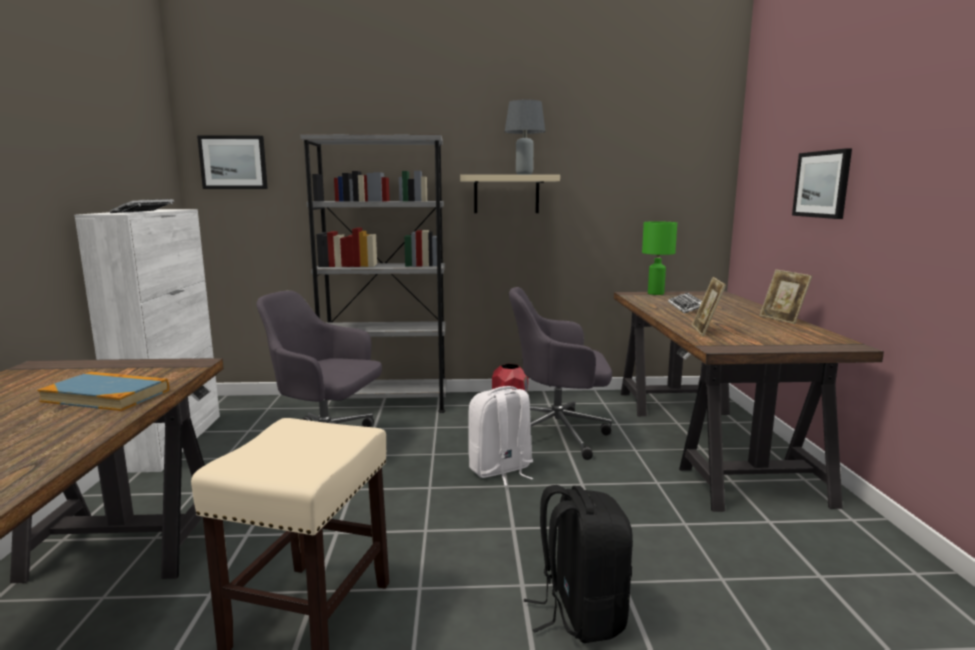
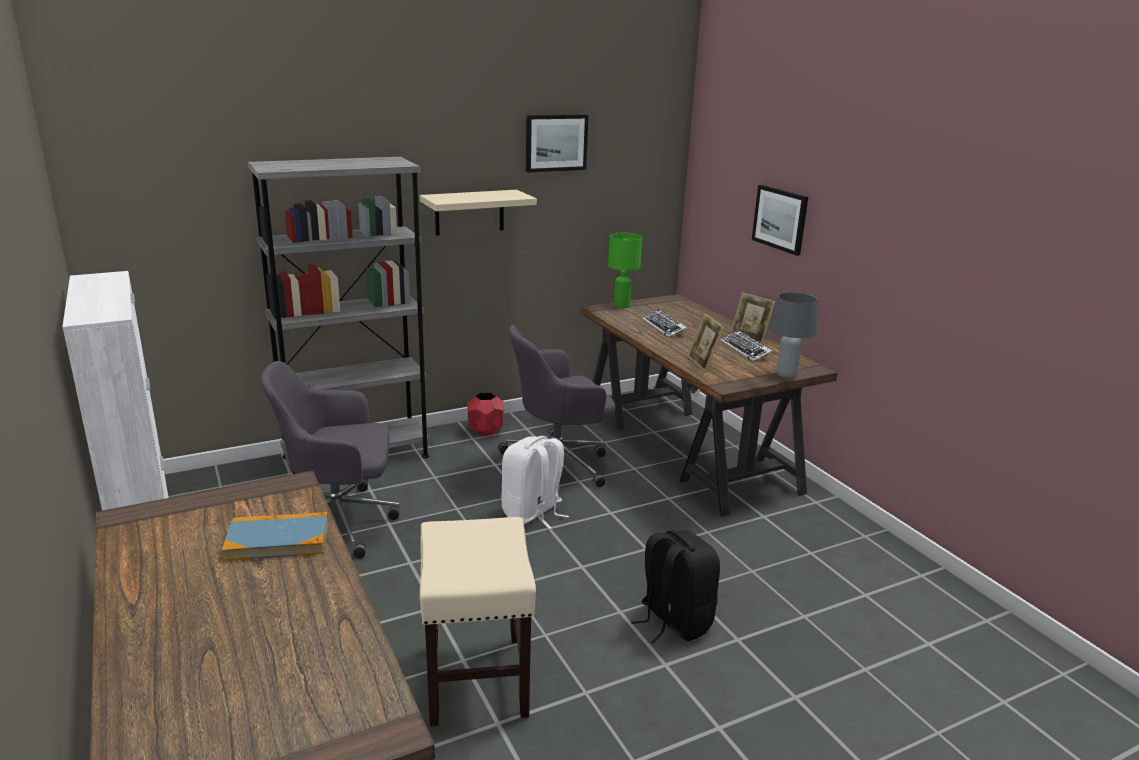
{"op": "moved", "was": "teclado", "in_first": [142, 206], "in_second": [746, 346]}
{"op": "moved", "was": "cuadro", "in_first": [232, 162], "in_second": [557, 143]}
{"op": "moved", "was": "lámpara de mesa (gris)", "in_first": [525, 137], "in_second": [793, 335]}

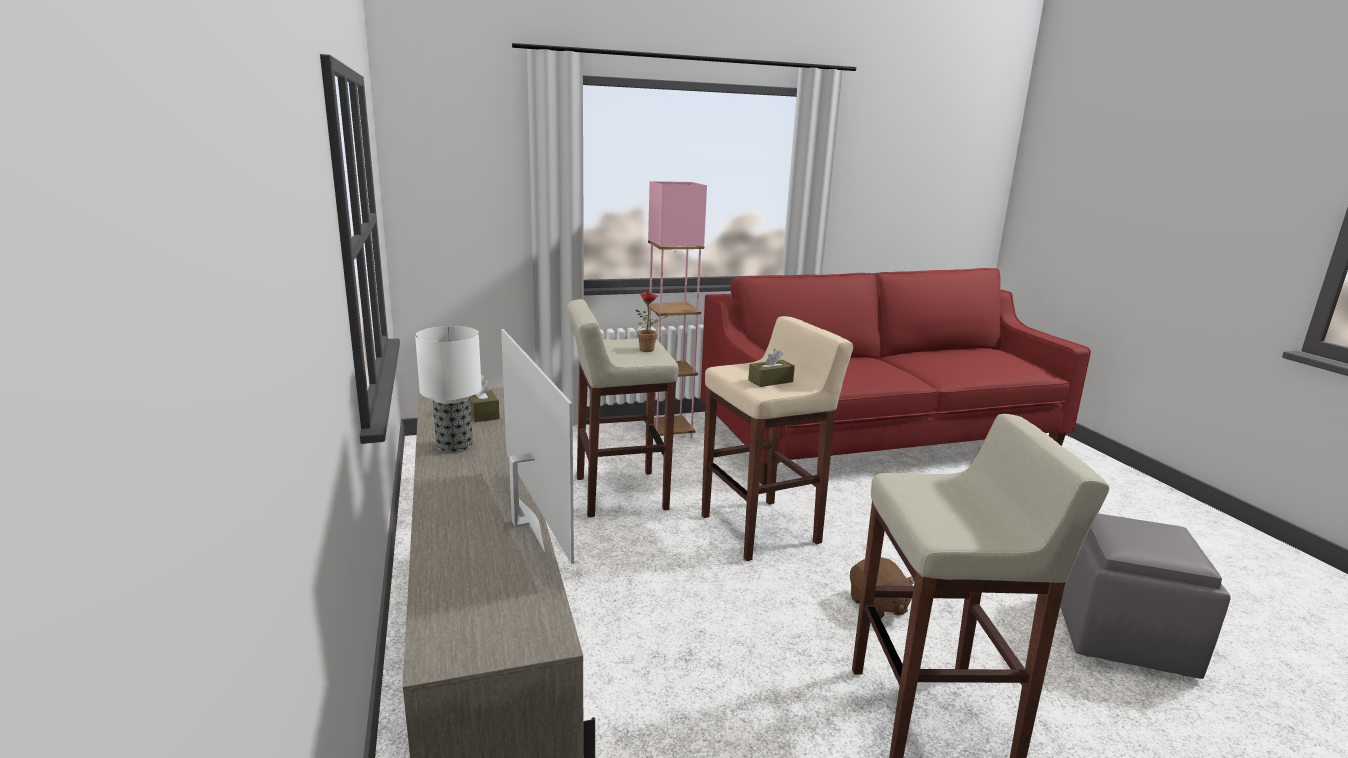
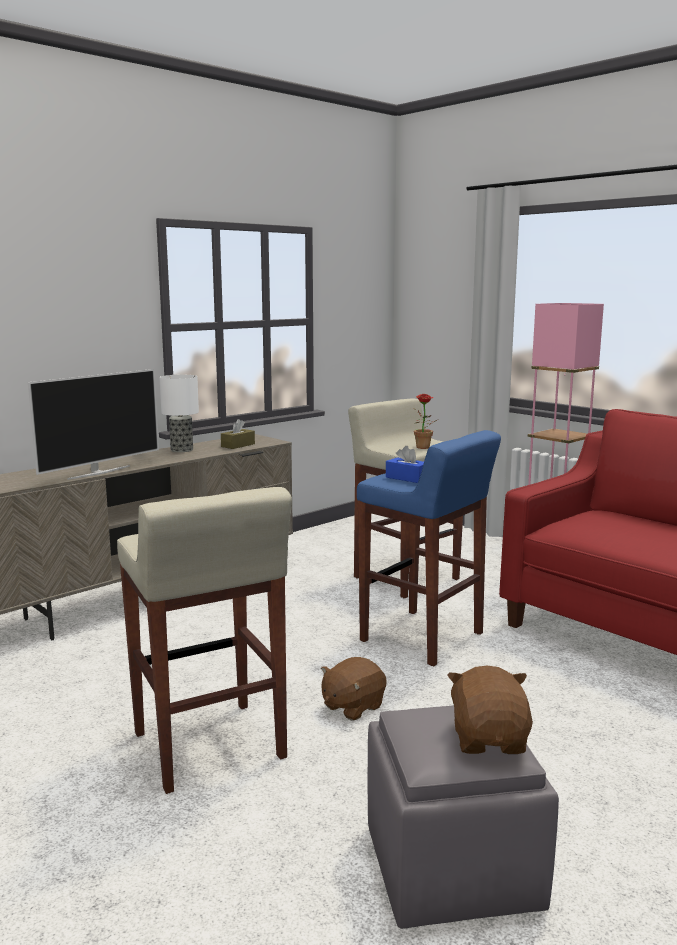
{"op": "added", "now": "peluche (marrón)", "in_second": [490, 710]}
{"op": "recoloured", "was": "taburete (beis)", "now": "taburete (azul)", "in_first": [777, 438], "in_second": [429, 548]}
{"op": "recoloured", "was": "caja de pañuelos (marrón)", "now": "caja de pañuelos (azul)", "in_first": [771, 368], "in_second": [405, 464]}

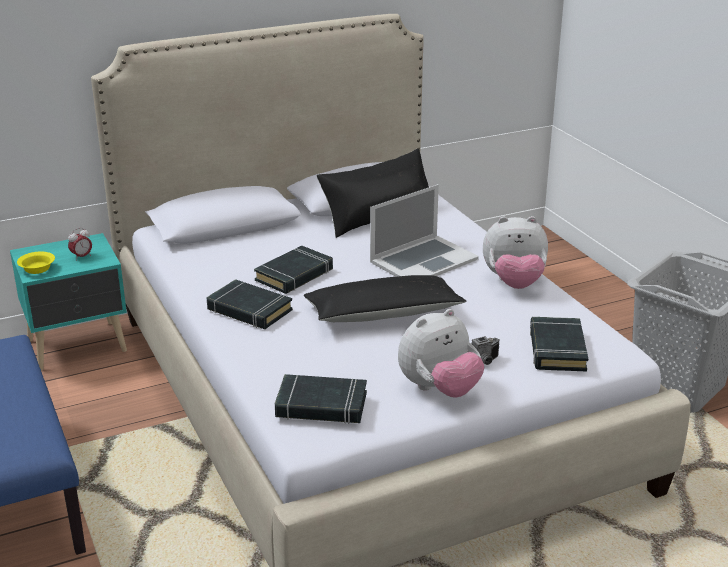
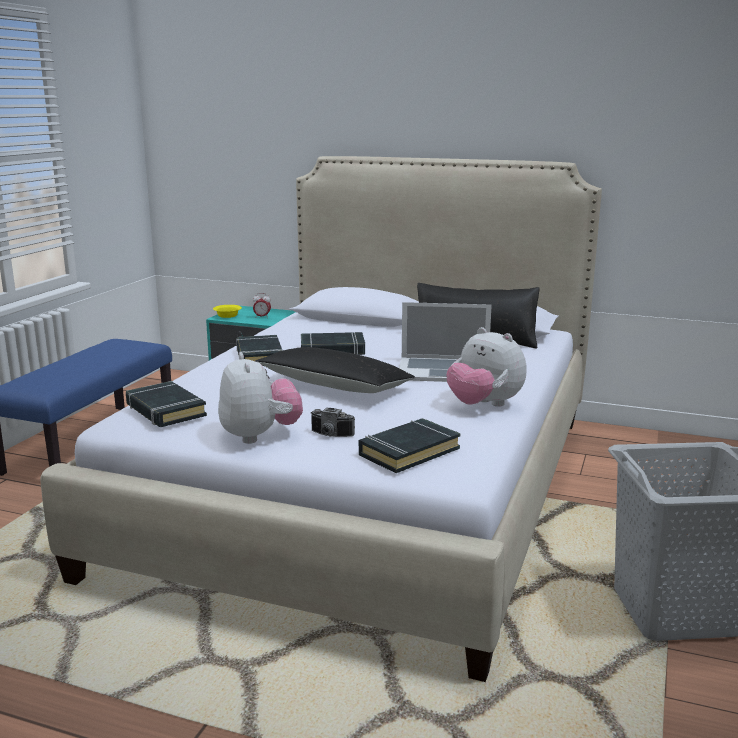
{"op": "turned", "was": "peluche", "in_first": [441, 353], "in_second": [260, 398], "clockwise": -120}

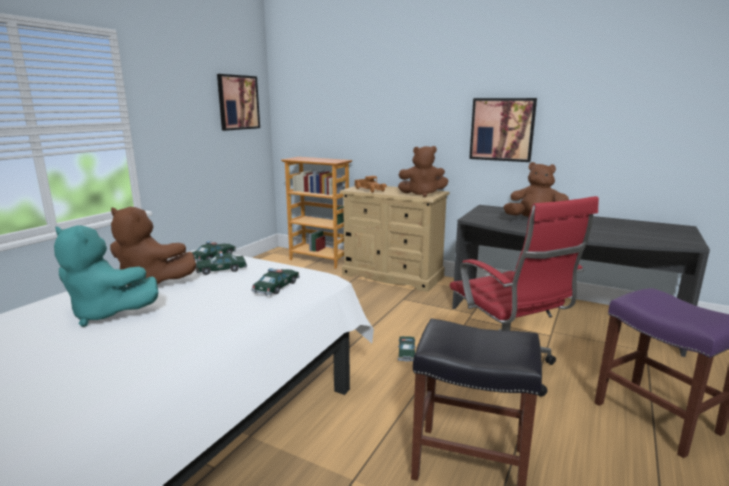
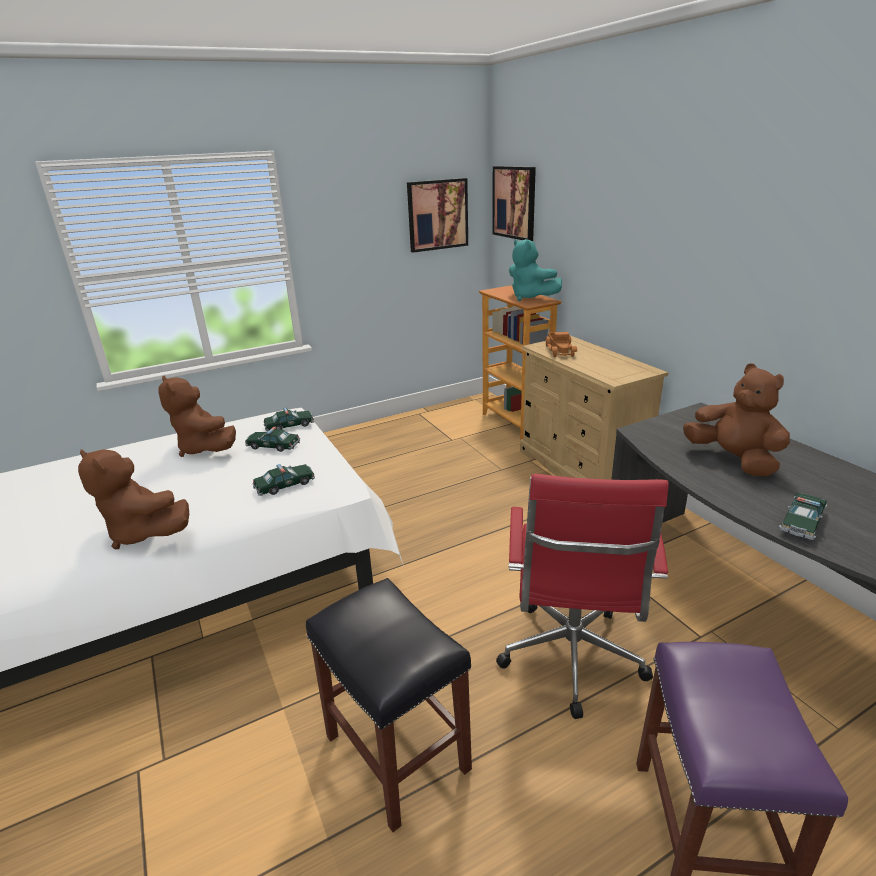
{"op": "moved", "was": "peluche (turquesa)", "in_first": [106, 276], "in_second": [535, 270]}
{"op": "moved", "was": "coche de juguete", "in_first": [406, 349], "in_second": [803, 516]}
{"op": "moved", "was": "peluche (marrón)", "in_first": [423, 171], "in_second": [133, 499]}
{"op": "moved", "was": "cuadro", "in_first": [503, 130], "in_second": [514, 203]}

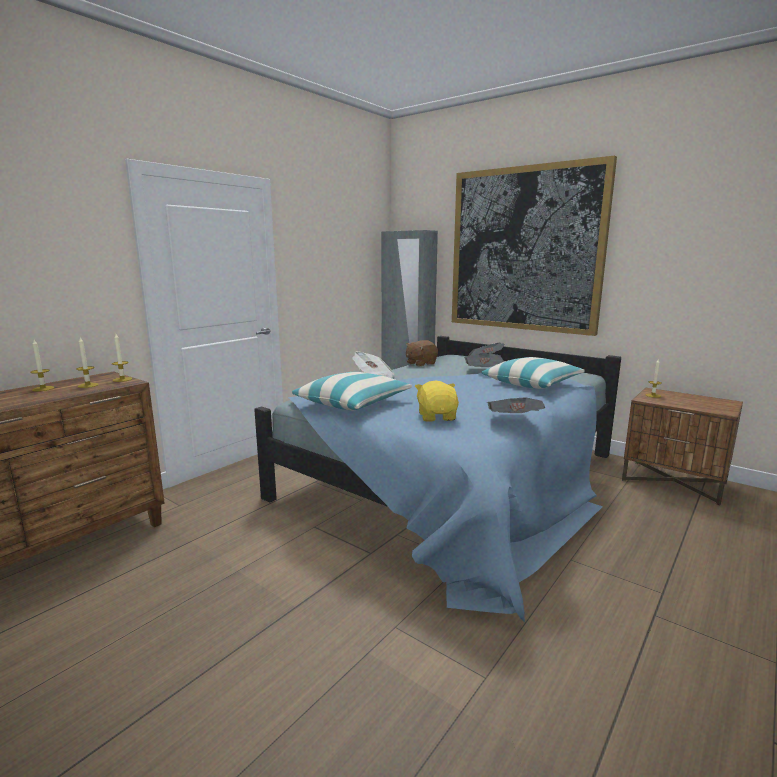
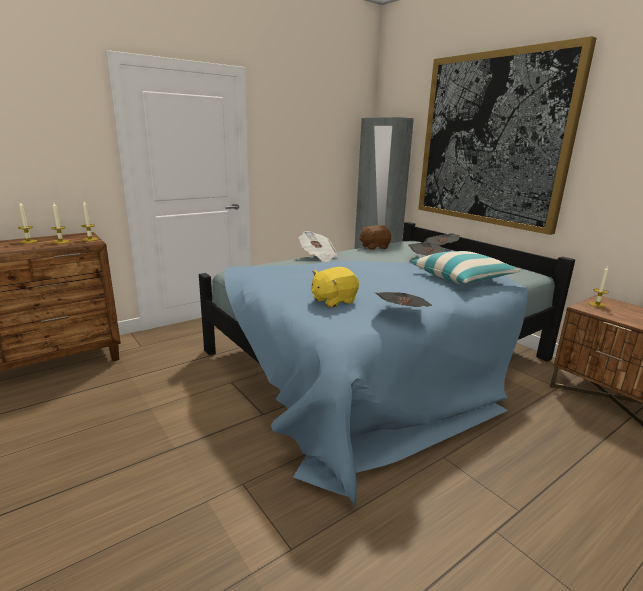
{"op": "removed", "was": "cojín", "in_first": [352, 391]}
{"op": "turned", "was": "peluche (amarillo)", "in_first": [437, 401], "in_second": [335, 287], "clockwise": -135}

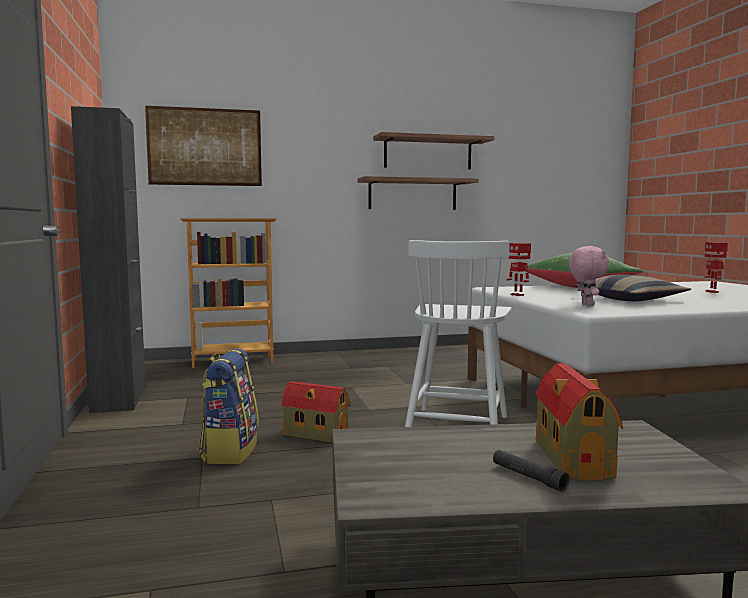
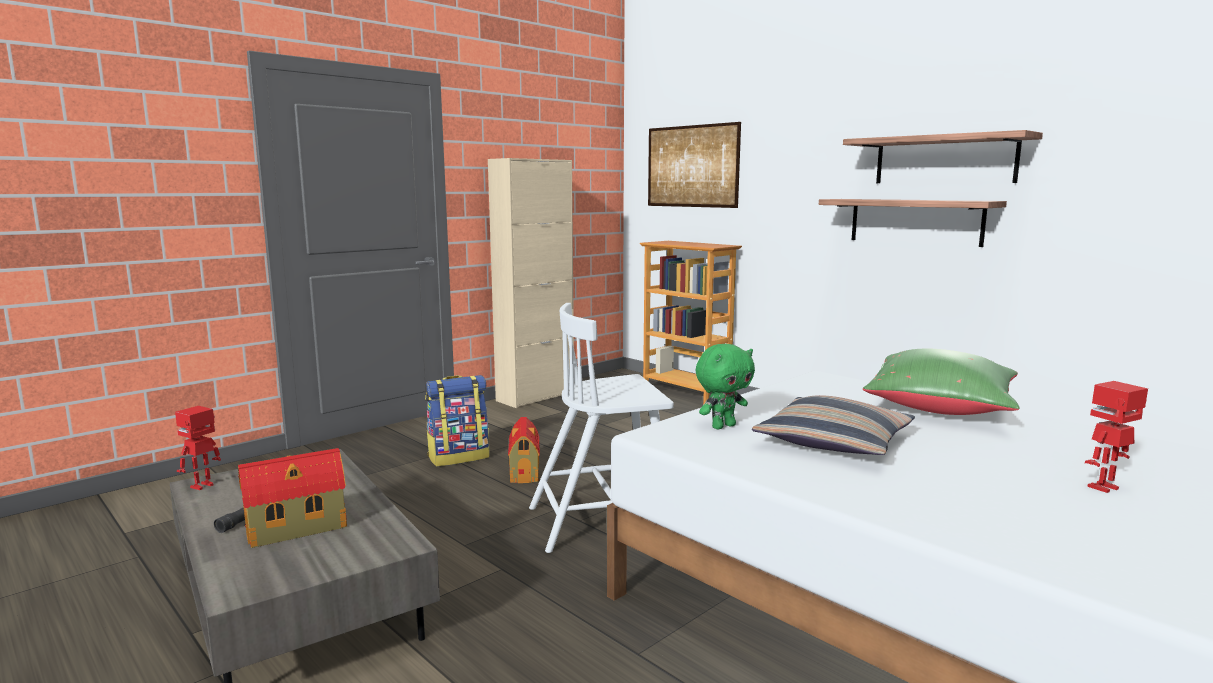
{"op": "moved", "was": "robot de juguete", "in_first": [518, 269], "in_second": [198, 448]}
{"op": "recoloured", "was": "armario (negro)", "now": "armario (beis)", "in_first": [108, 259], "in_second": [531, 283]}
{"op": "recoloured", "was": "peluche (rosa)", "now": "peluche (verde)", "in_first": [589, 276], "in_second": [725, 386]}

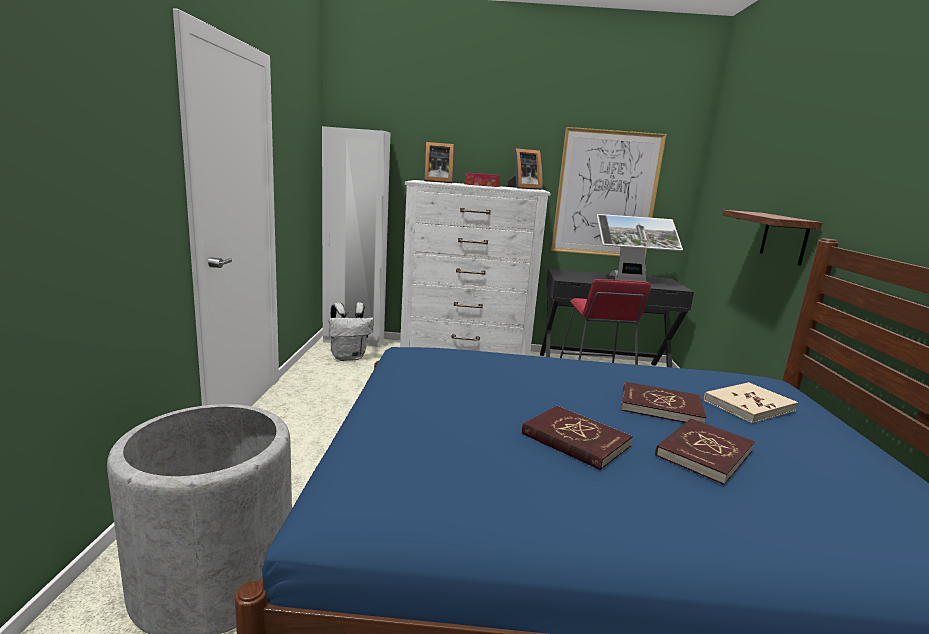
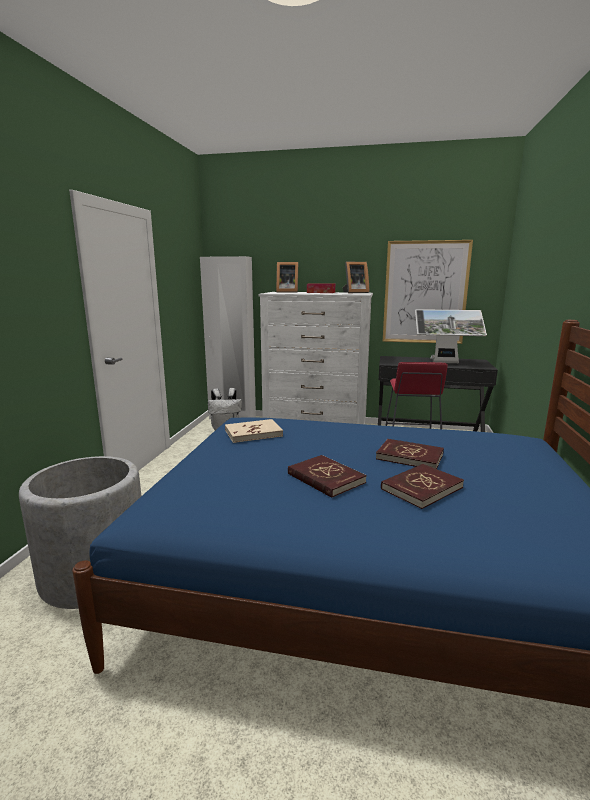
{"op": "removed", "was": "estante", "in_first": [772, 238]}
{"op": "moved", "was": "libro (beis)", "in_first": [751, 402], "in_second": [254, 431]}

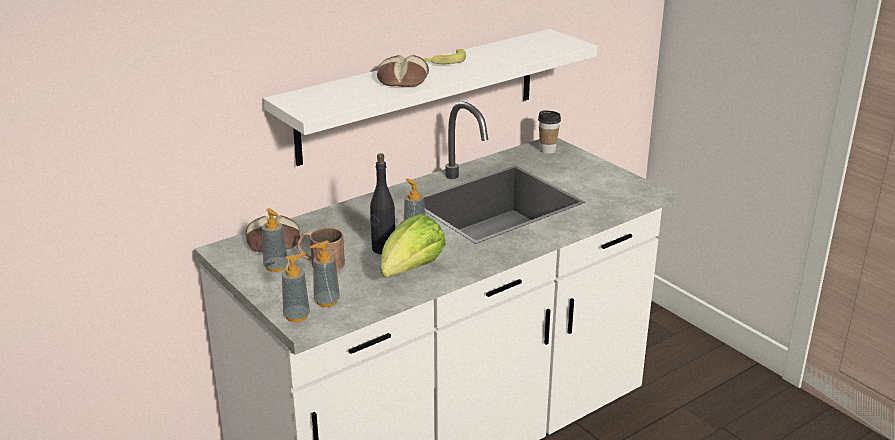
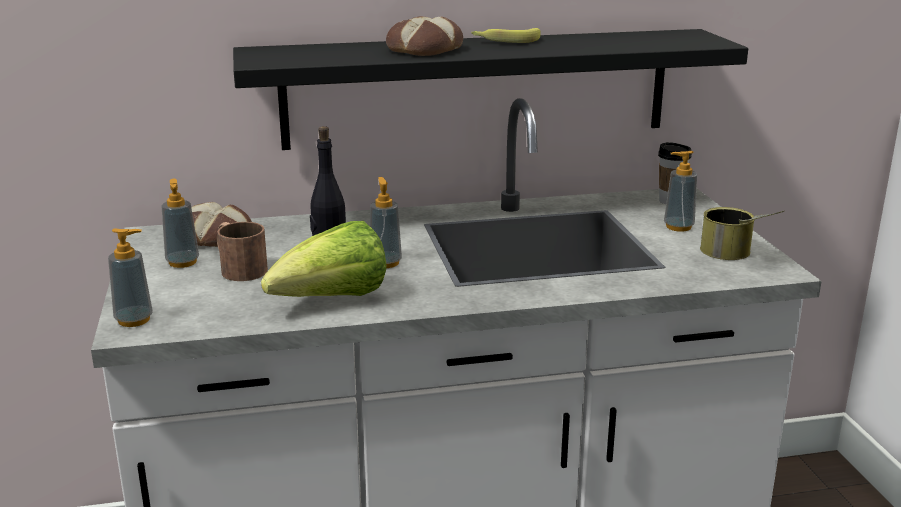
{"op": "added", "now": "lata", "in_second": [742, 233]}
{"op": "moved", "was": "dispensador de jabón", "in_first": [325, 273], "in_second": [680, 191]}
{"op": "recoloured", "was": "estante (blanco)", "now": "estante (negro)", "in_first": [430, 97], "in_second": [490, 89]}

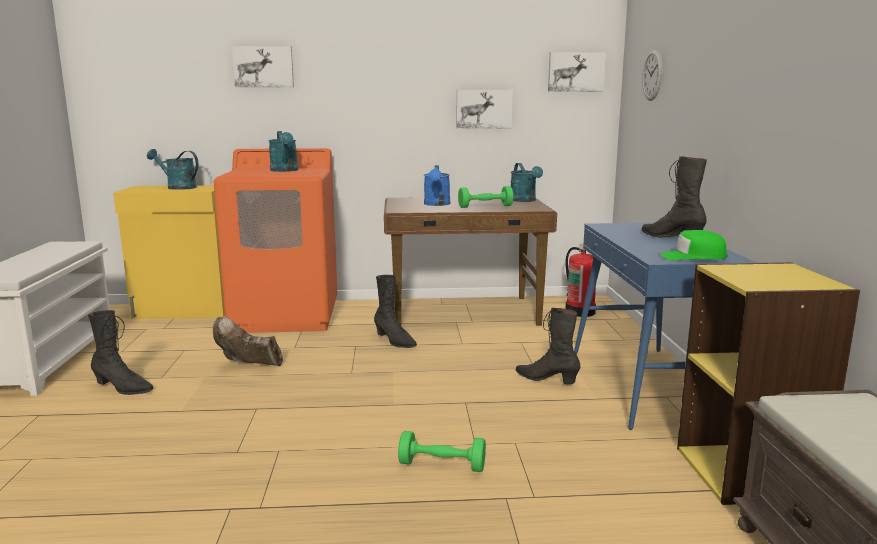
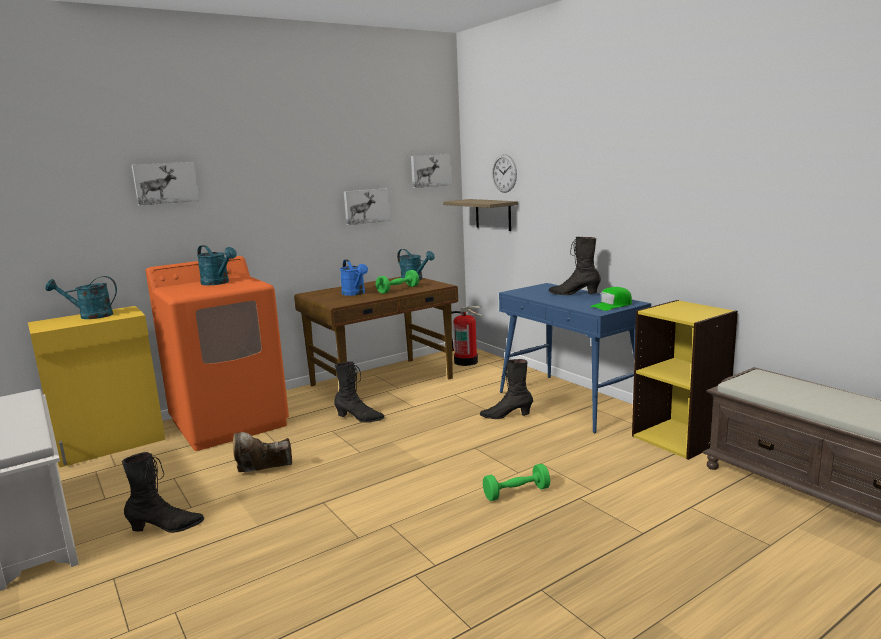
{"op": "added", "now": "estante", "in_second": [480, 215]}

